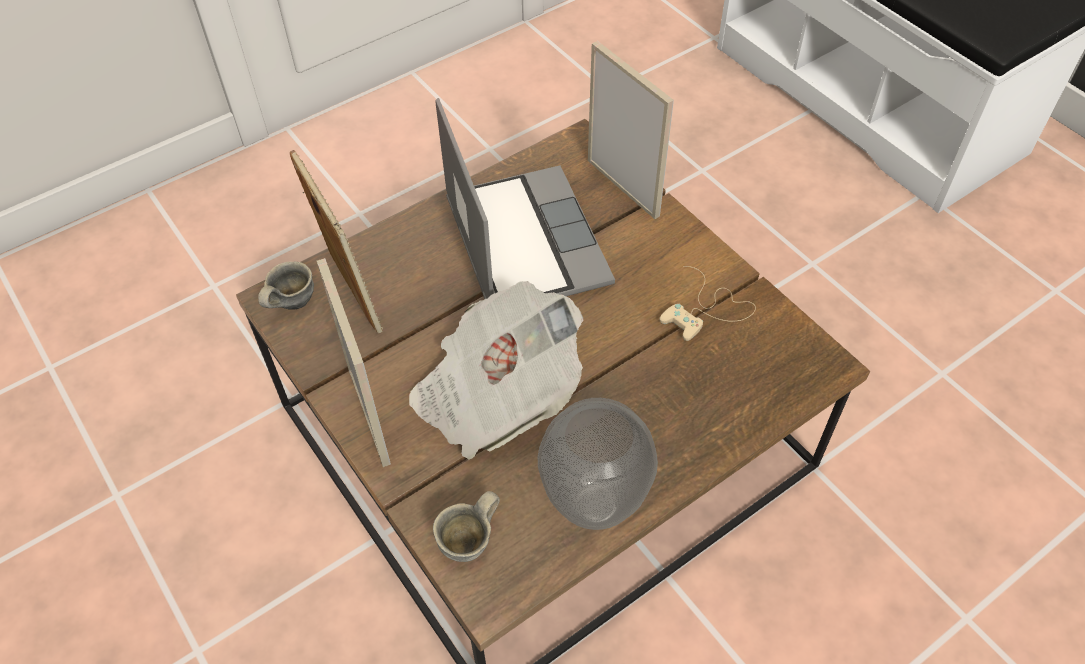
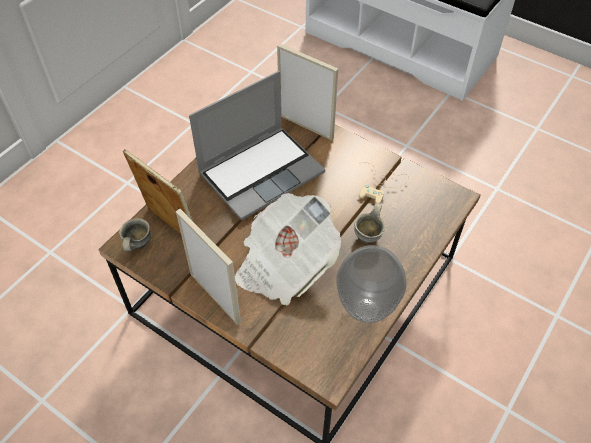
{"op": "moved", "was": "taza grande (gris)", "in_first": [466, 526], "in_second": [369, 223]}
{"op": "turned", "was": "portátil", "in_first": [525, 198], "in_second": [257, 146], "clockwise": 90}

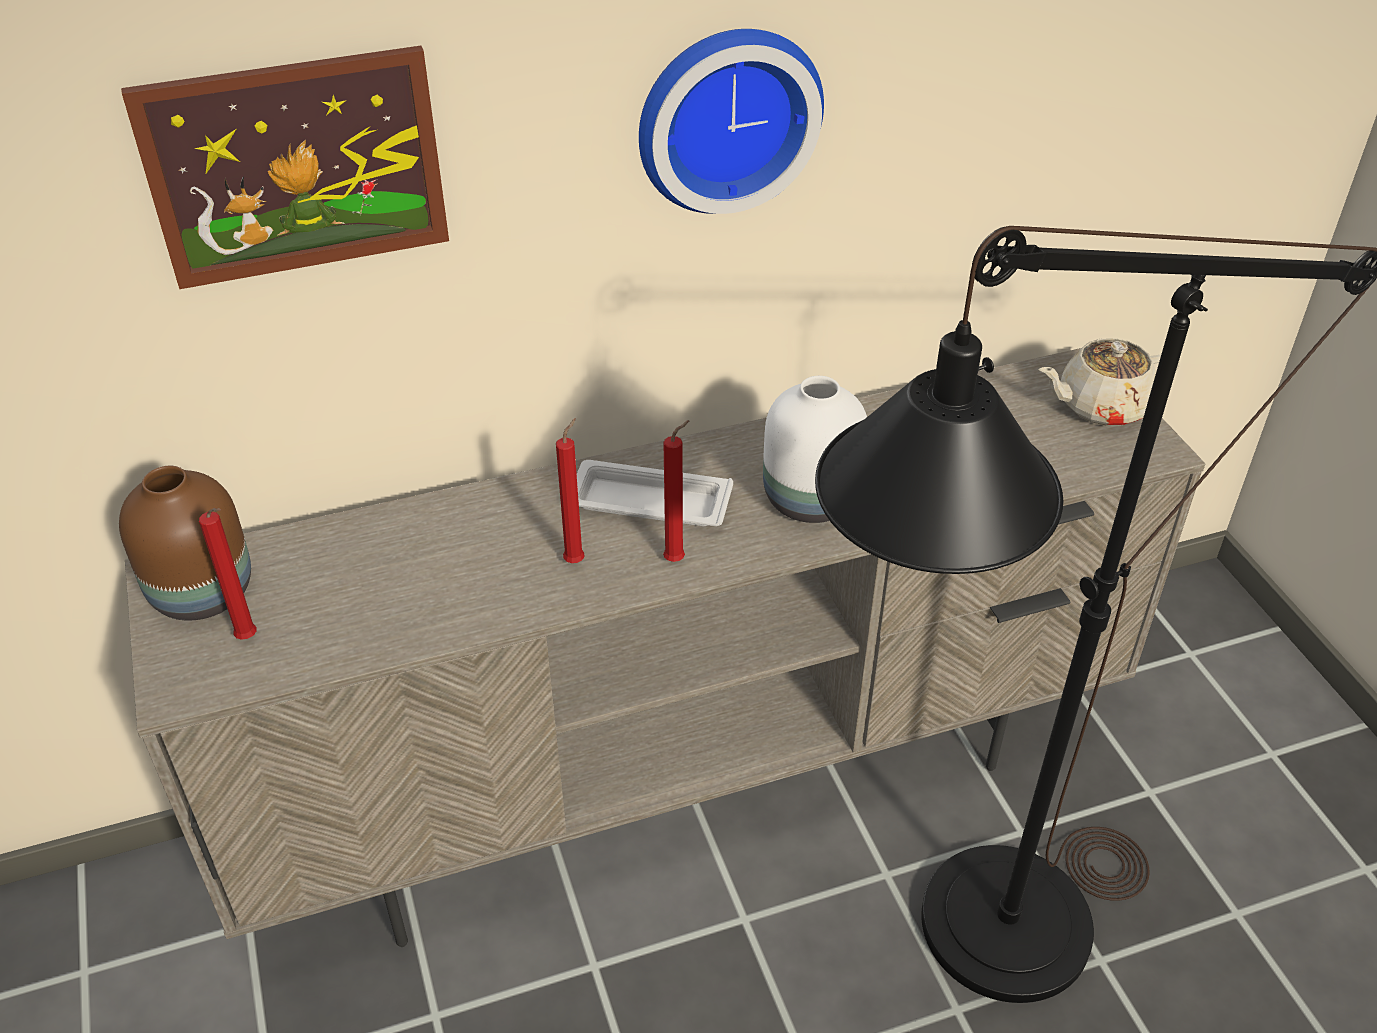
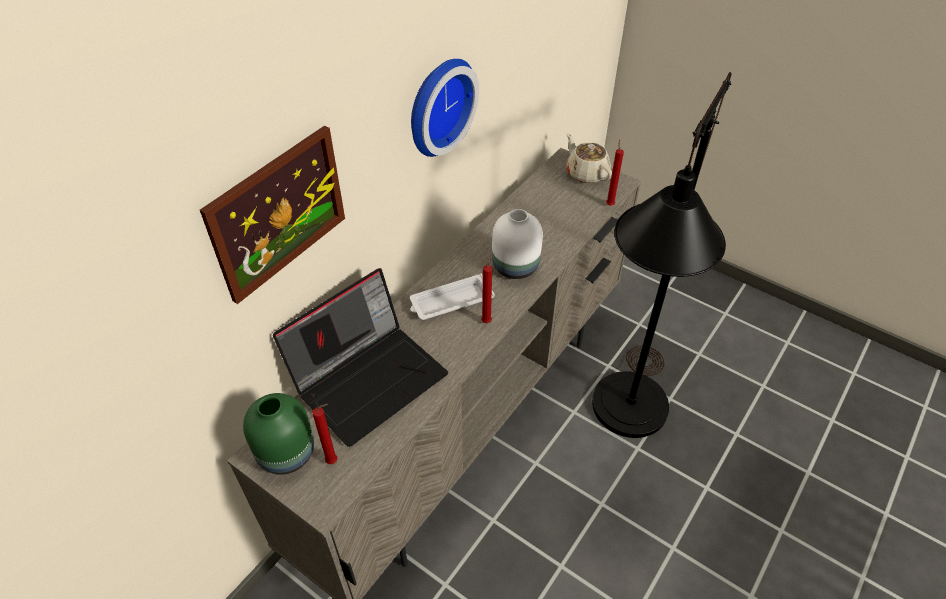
{"op": "added", "now": "portátil", "in_second": [360, 357]}
{"op": "moved", "was": "vela (rojo)", "in_first": [570, 490], "in_second": [615, 172]}
{"op": "recoloured", "was": "florero (marrón)", "now": "florero (verde)", "in_first": [185, 543], "in_second": [278, 434]}
{"op": "turned", "was": "tetera (beis)", "in_first": [1109, 382], "in_second": [589, 158], "clockwise": 105}

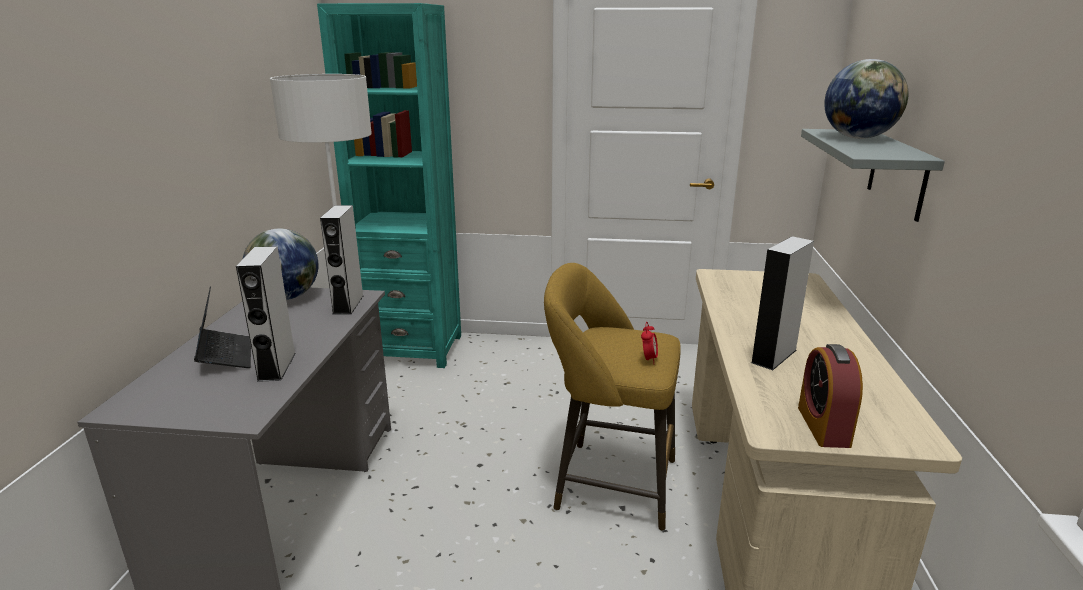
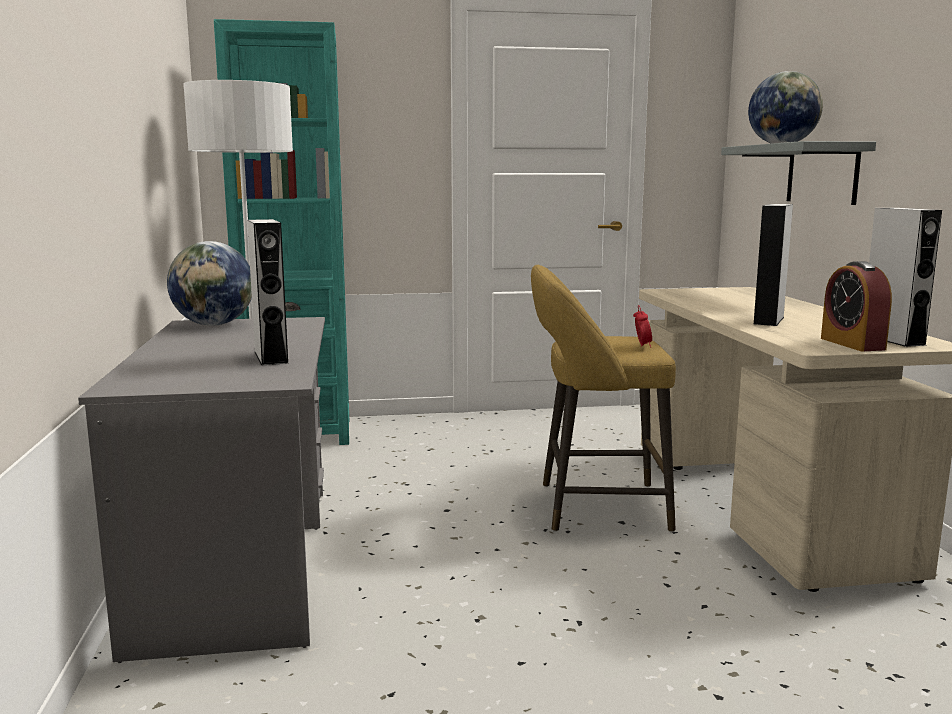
{"op": "removed", "was": "portátil", "in_first": [222, 327]}
{"op": "moved", "was": "altavoz (gris)", "in_first": [341, 259], "in_second": [905, 277]}

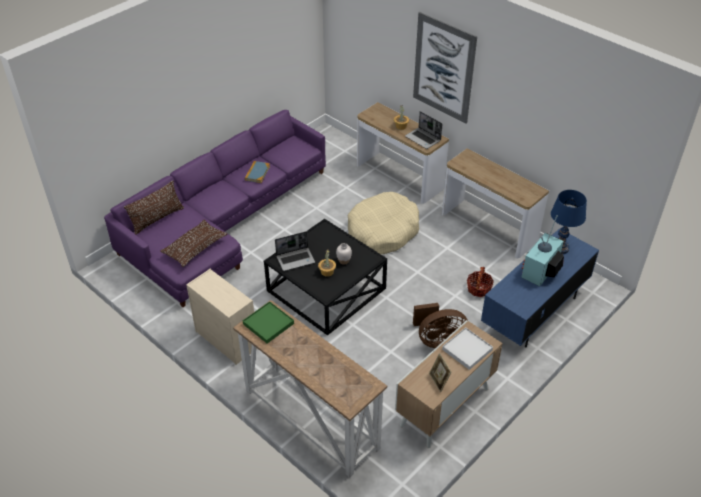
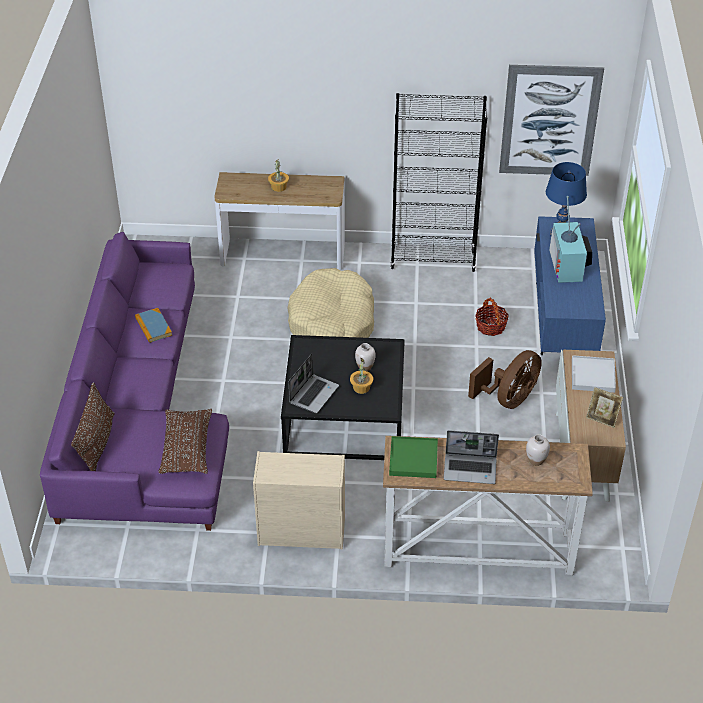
{"op": "added", "now": "florero (blanco)", "in_second": [538, 450]}
{"op": "moved", "was": "portátil", "in_first": [424, 130], "in_second": [471, 457]}
{"op": "moved", "was": "cuadro", "in_first": [445, 67], "in_second": [551, 120]}
{"op": "replaced", "was": "mesa consola", "now": "estantería (negro)", "in_first": [495, 203], "in_second": [438, 182]}

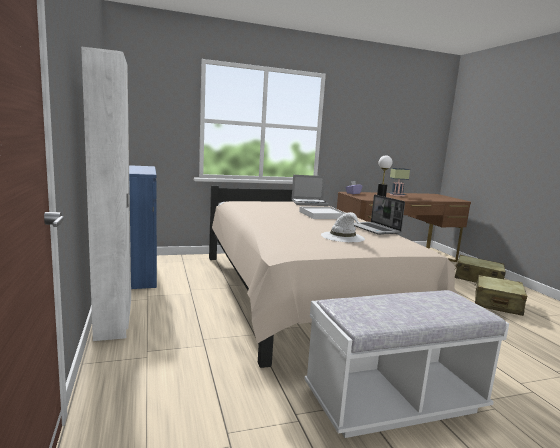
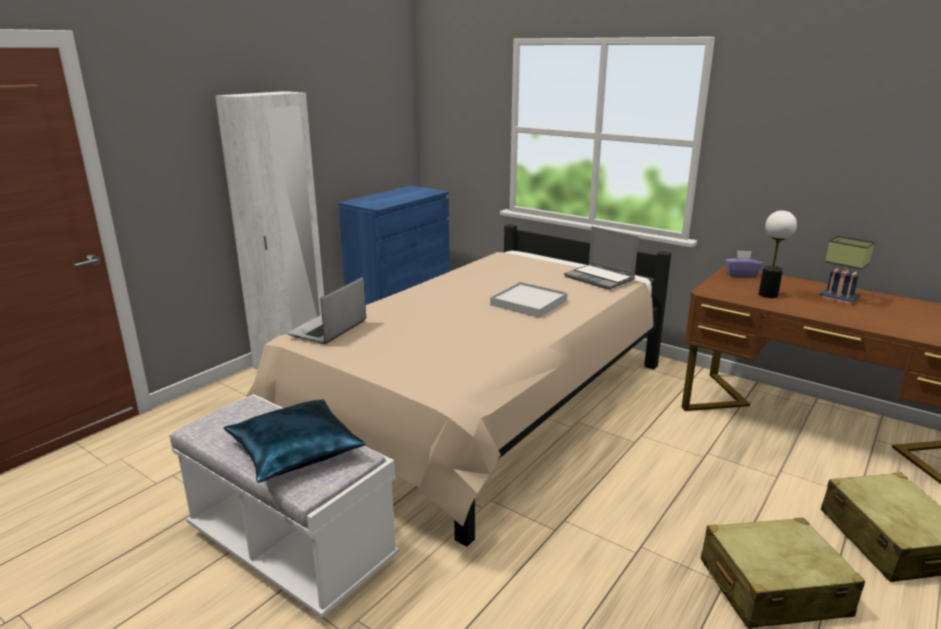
{"op": "removed", "was": "sombrero (blanco)", "in_first": [343, 227]}
{"op": "added", "now": "cojín (azul)", "in_second": [294, 441]}
{"op": "moved", "was": "portátil", "in_first": [379, 215], "in_second": [326, 310]}

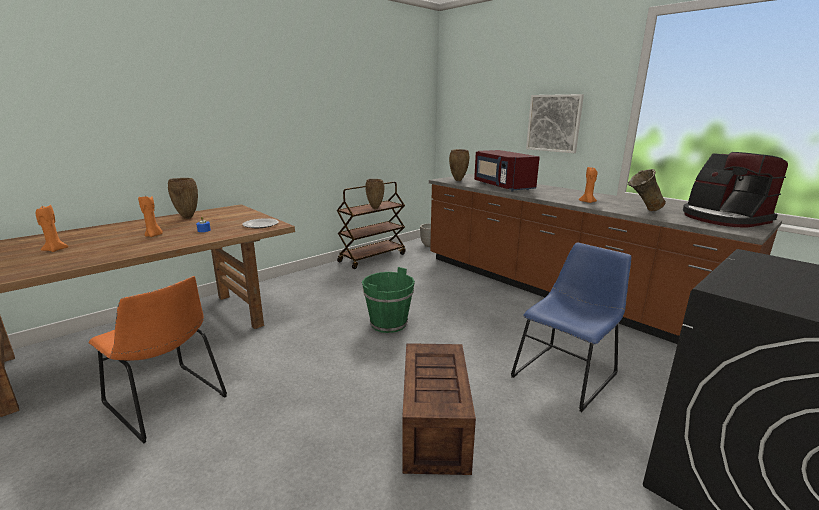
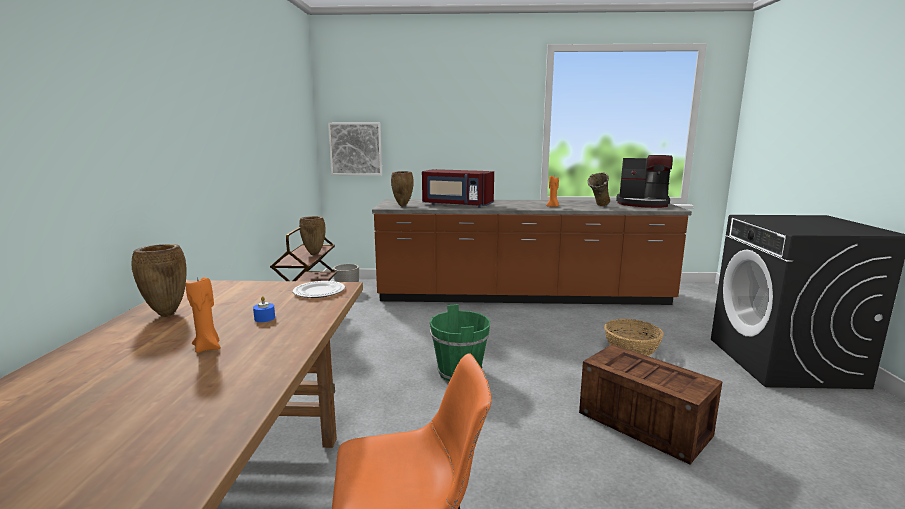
{"op": "removed", "was": "vela (naranja)", "in_first": [52, 228]}
{"op": "moved", "was": "cuadro", "in_first": [555, 123], "in_second": [355, 149]}
{"op": "replaced", "was": "silla (azul)", "now": "cesta", "in_first": [571, 327], "in_second": [634, 337]}

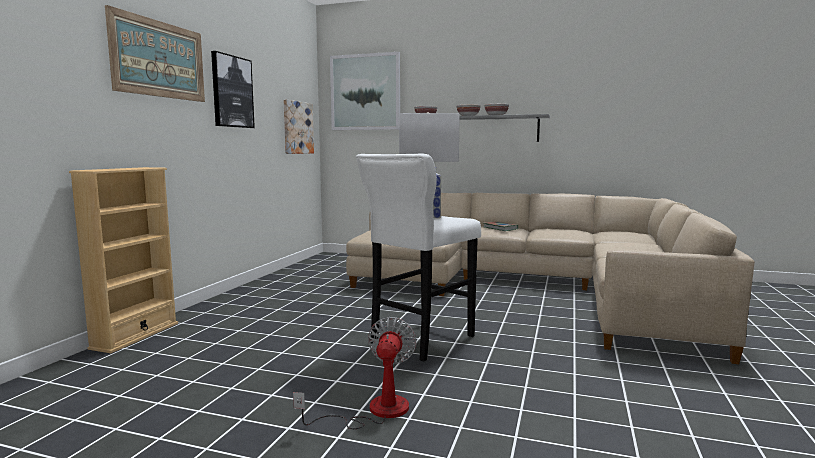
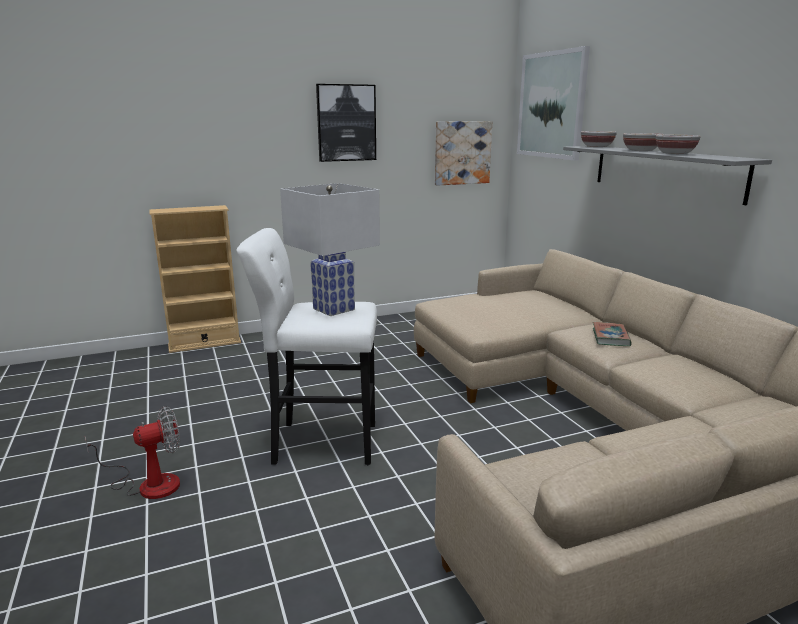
{"op": "removed", "was": "cuadro", "in_first": [155, 53]}

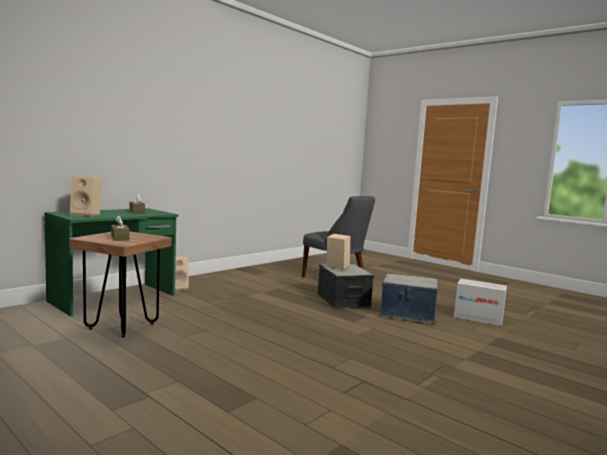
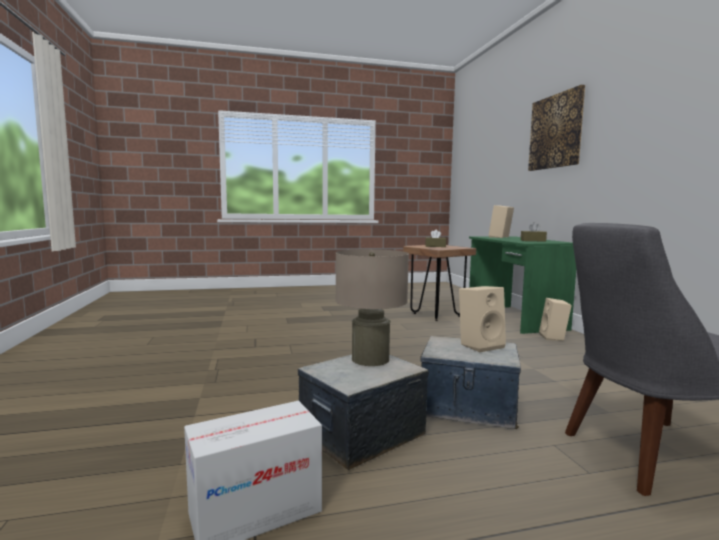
{"op": "added", "now": "lámpara de mesa (beis)", "in_second": [372, 307]}
{"op": "added", "now": "cuadro", "in_second": [556, 128]}

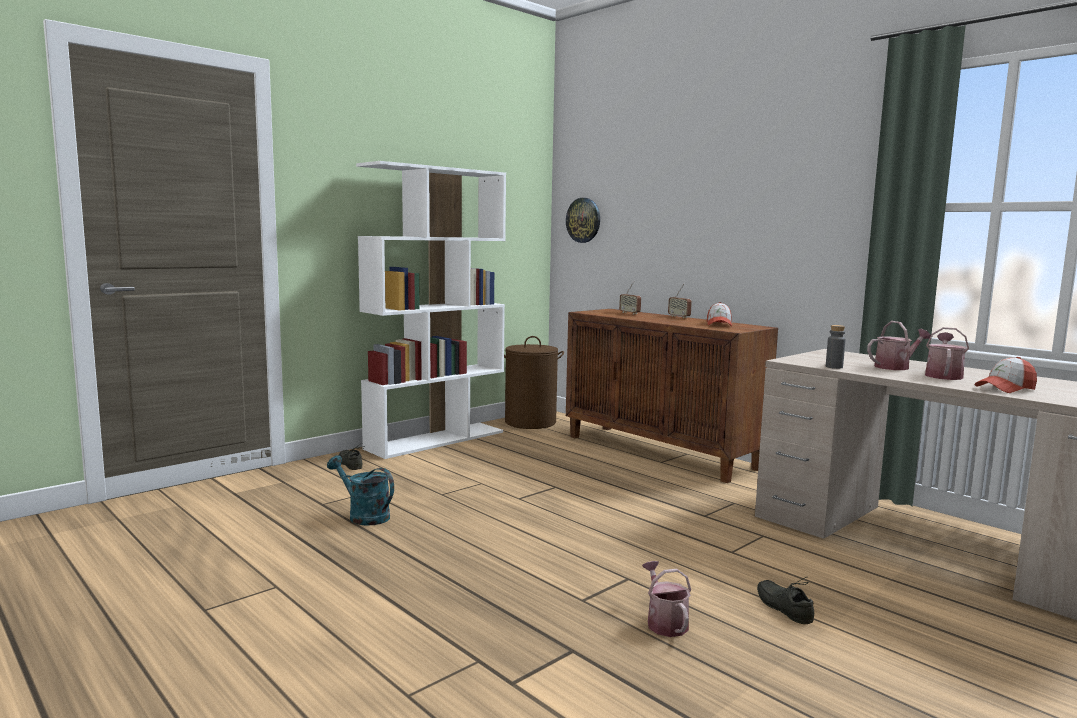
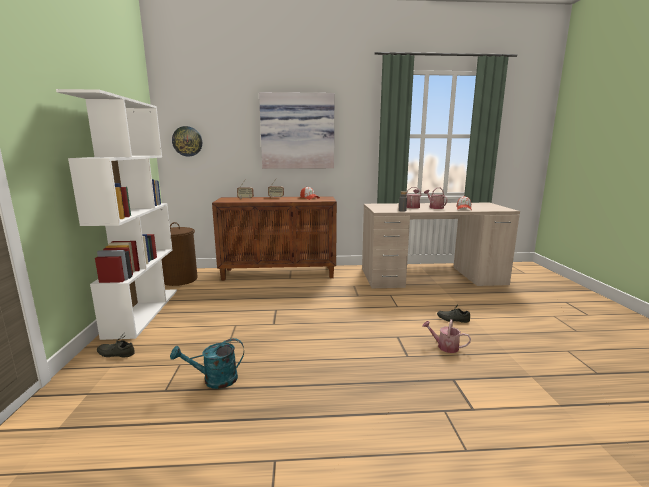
{"op": "added", "now": "cuadro", "in_second": [296, 130]}

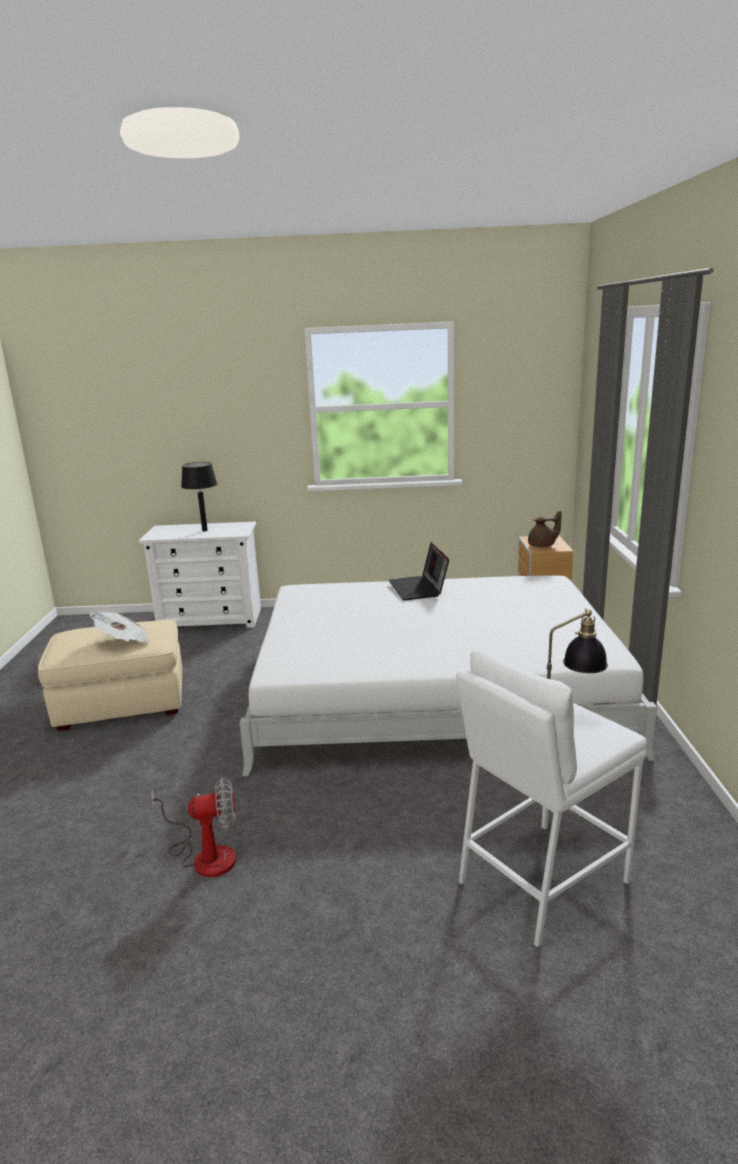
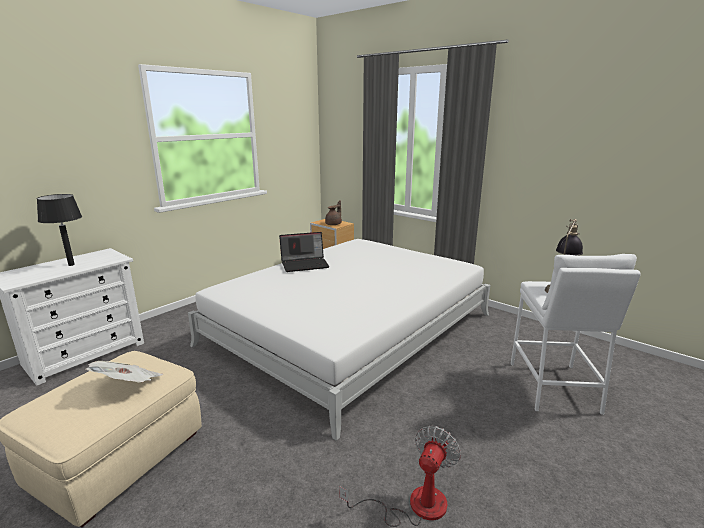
{"op": "turned", "was": "portátil", "in_first": [419, 571], "in_second": [304, 252], "clockwise": -45}

